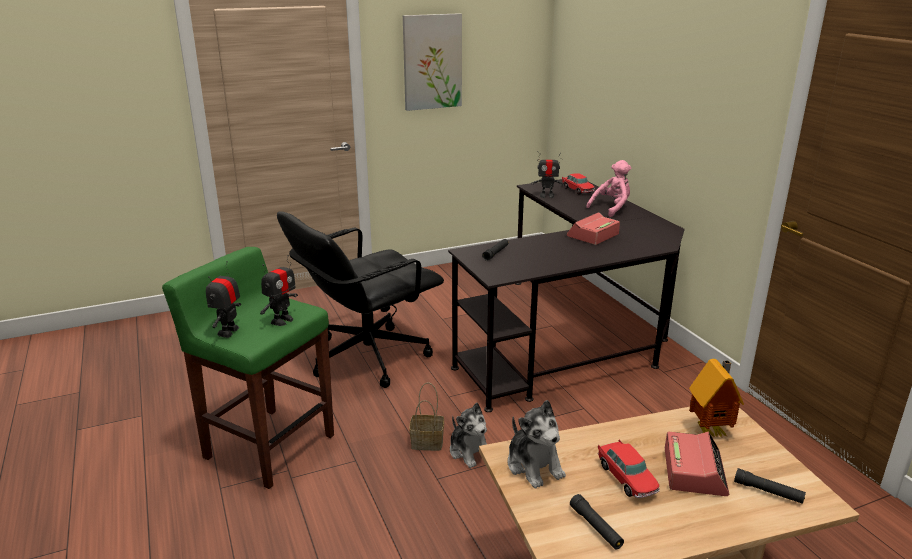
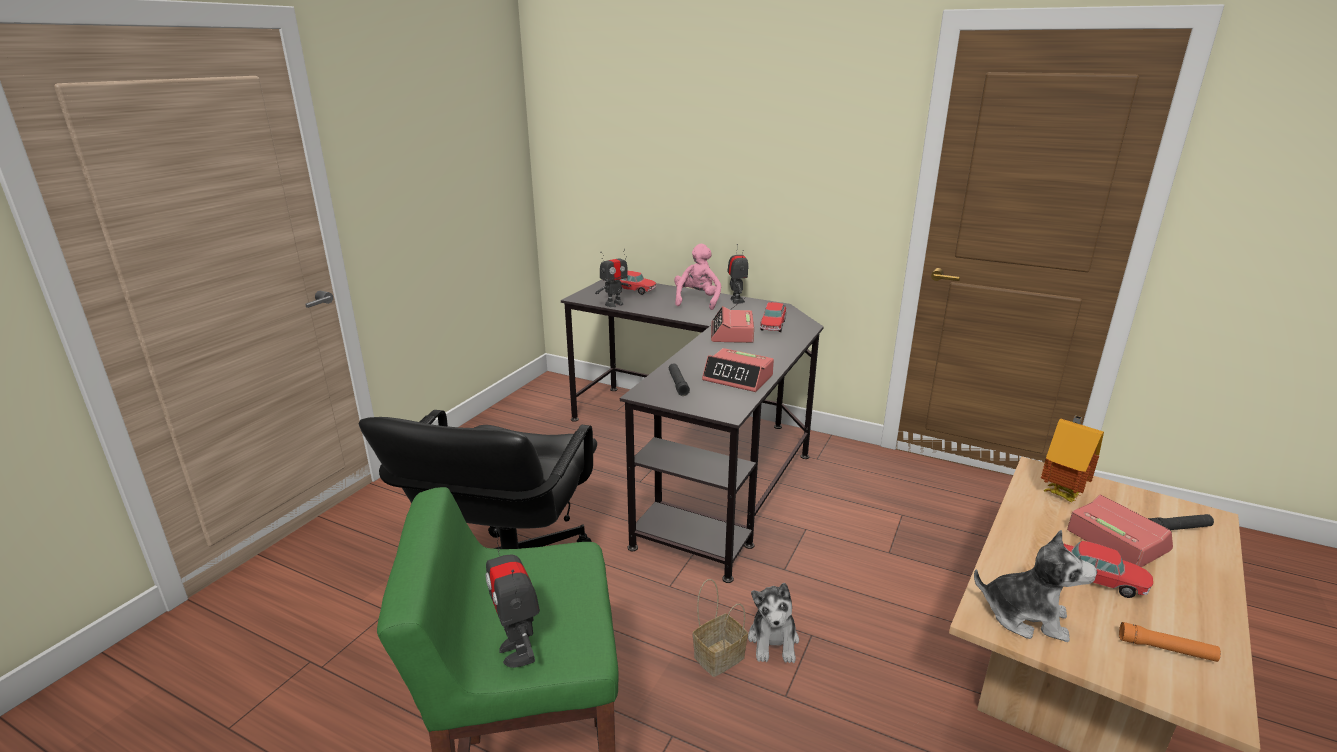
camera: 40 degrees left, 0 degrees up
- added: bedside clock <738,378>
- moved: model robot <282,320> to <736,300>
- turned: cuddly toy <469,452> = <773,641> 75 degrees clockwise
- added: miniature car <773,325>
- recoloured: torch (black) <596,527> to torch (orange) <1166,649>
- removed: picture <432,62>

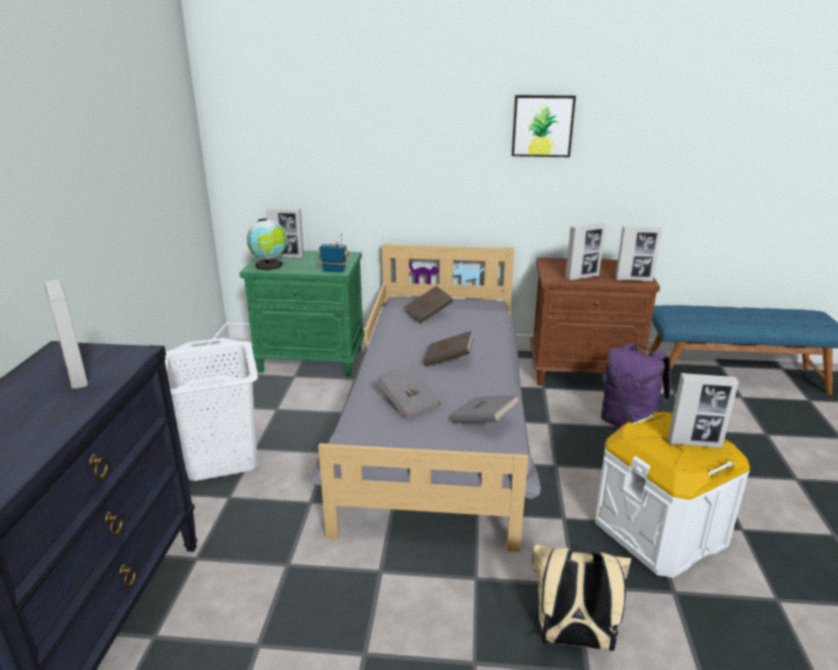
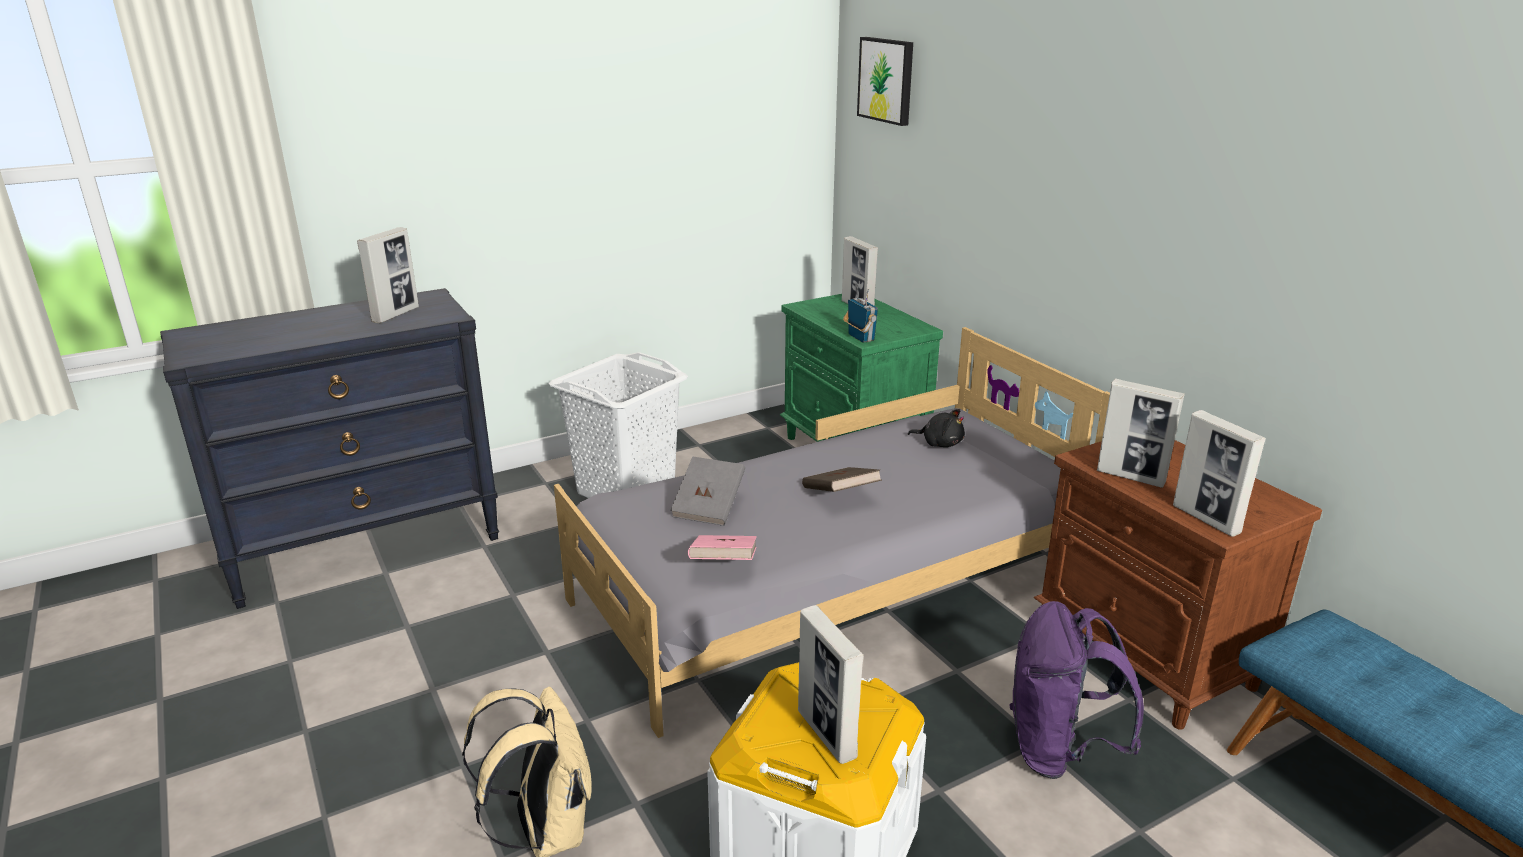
camera: 55 degrees right, 0 degrees up
- recoloured: book (grey) <484,422> to book (pink) <723,565>
- moved: picture <542,126> to <887,80>
- replaced: book (brown-coloured) <428,314> to cuddly toy (black) <939,443>
- removed: globe <269,265>

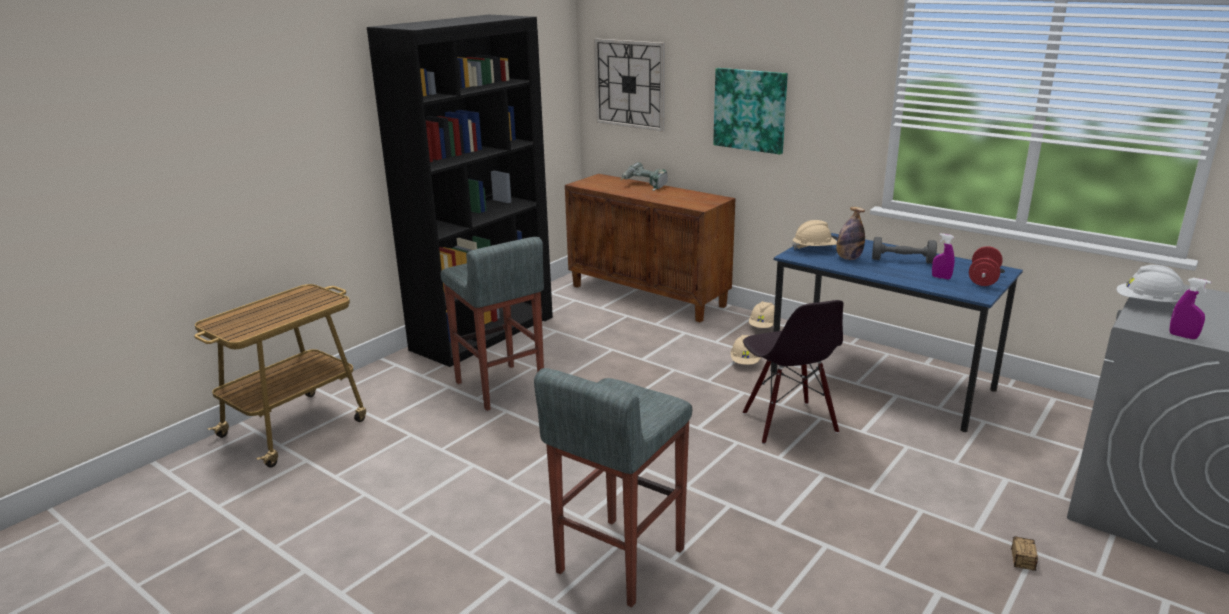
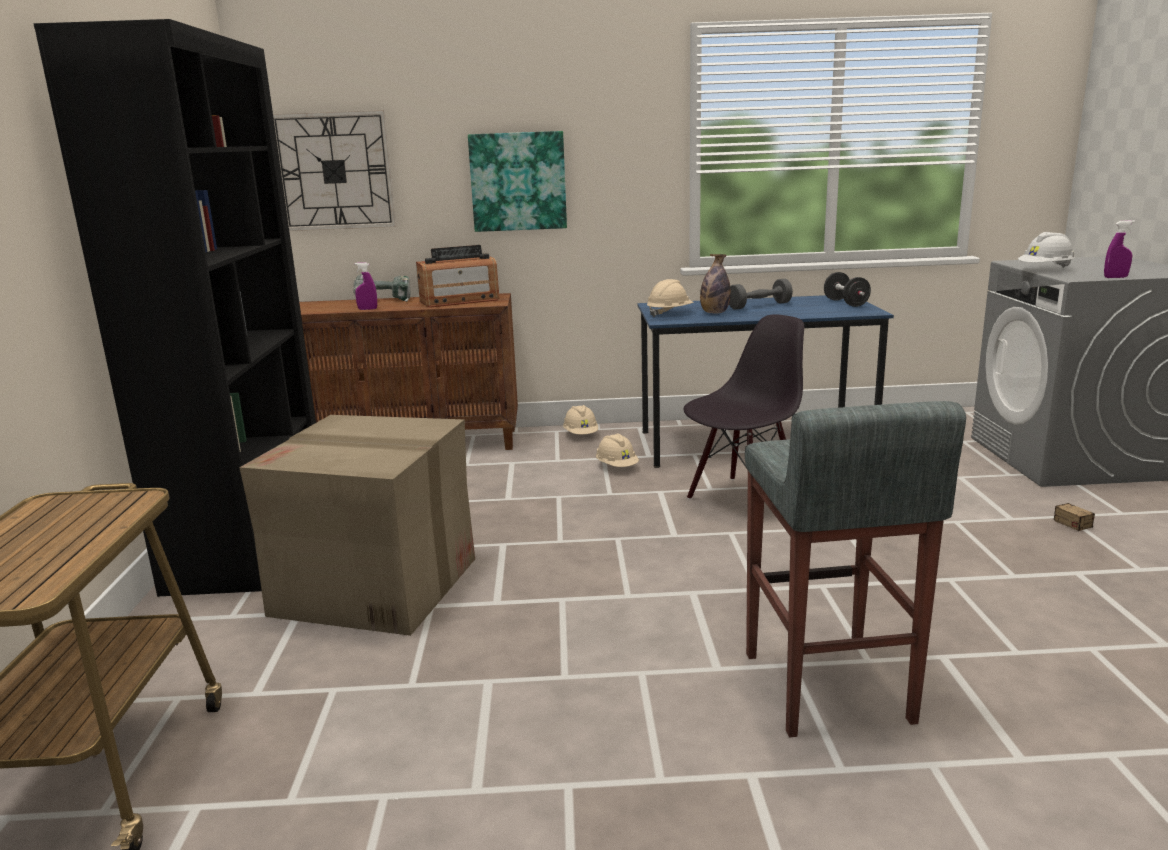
camera: 40 degrees left, 5 degrees down
- replaced: stool (grey) <499,387> to packing box <377,586>
- moved: sprayer (purplish) <941,277> to <367,309>
- added: radio receiver <459,301>
- turned: chair (black) <788,423> = <743,500> 75 degrees counterclockwise
- recoloured: free weight (red-coloured) <983,279> to free weight (black) <845,303>

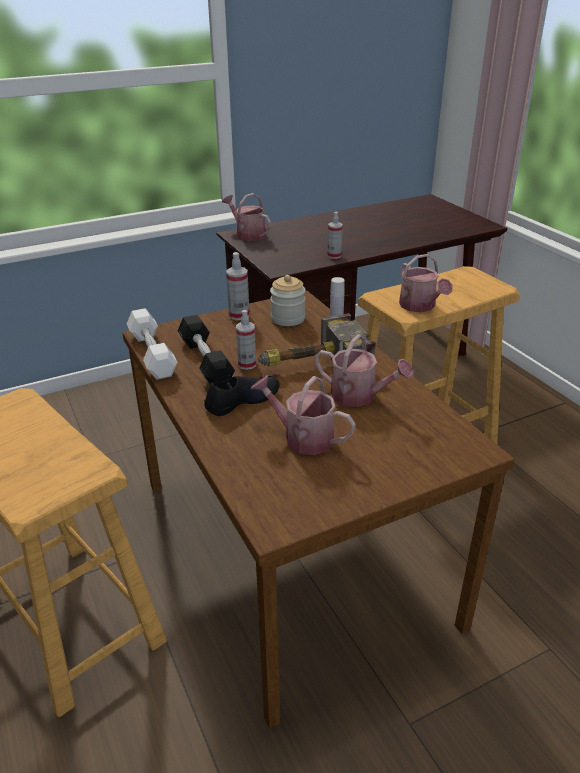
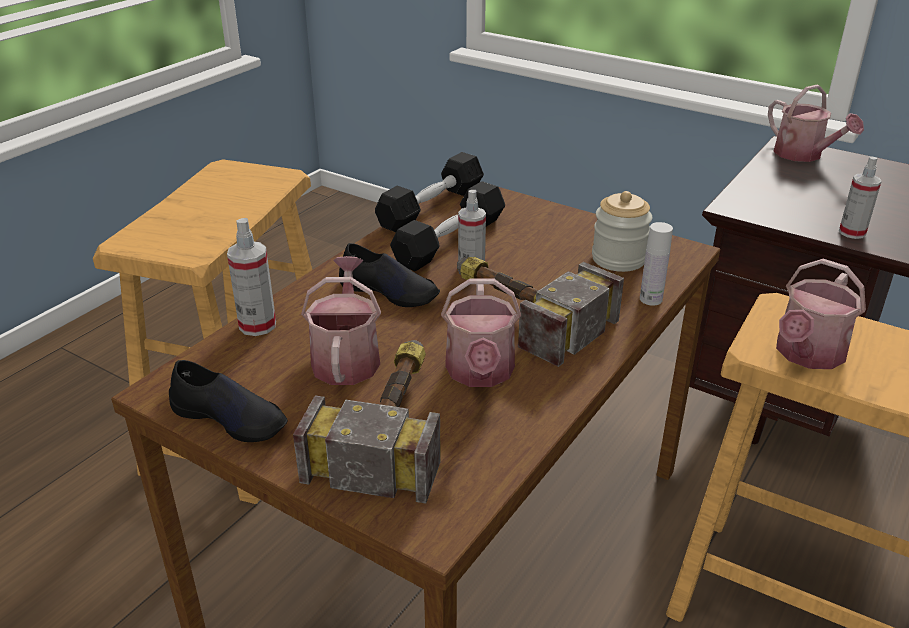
camera: 60 degrees right, 0 degrees up
- added: low shoe (black) <230,418>
- moved: sprayer <239,315> to <257,325>
- added: tool hammer <391,423>
- recoloured: free weight (white-coloured) <152,354> to free weight (black) <431,207>
- turned: watering can <248,234> = <803,155> 135 degrees clockwise

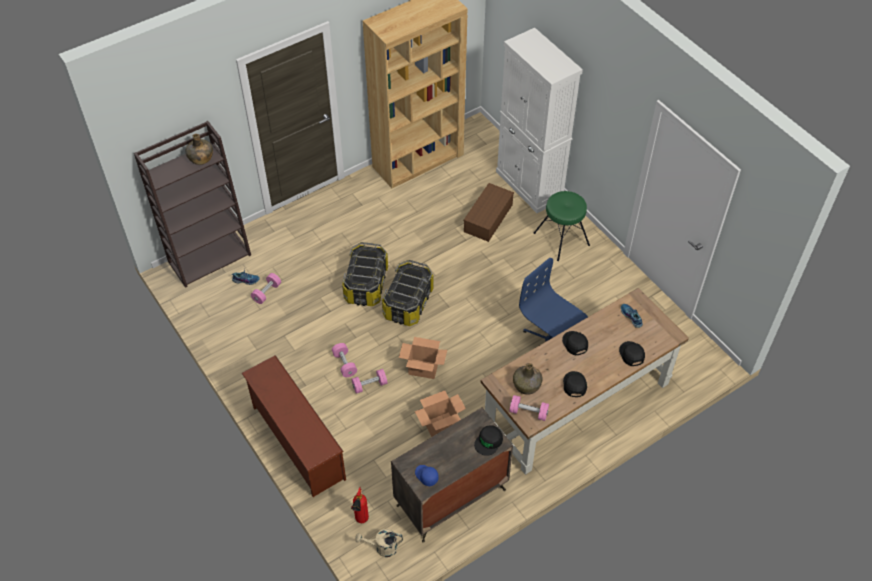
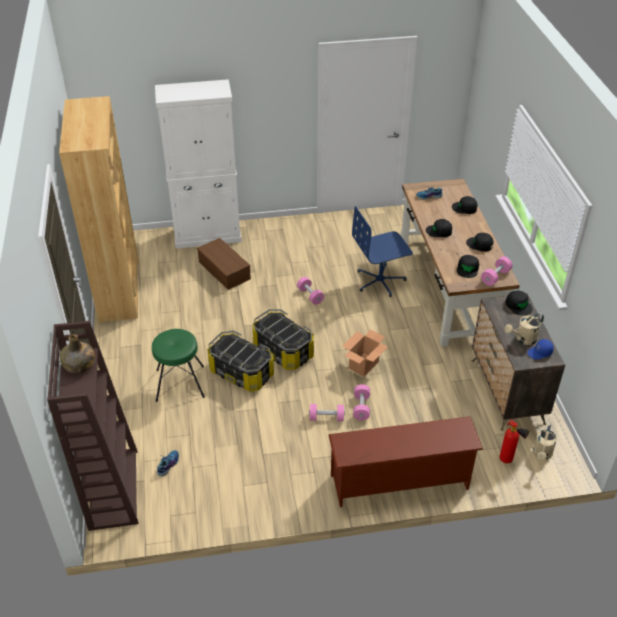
camera: 65 degrees left, 10 degrees down
- moved: stool (green) <561,238> to <180,383>
- moved: free weight (pink) <267,292> to <310,295>
- replaced: beverage bottle (green) <527,385> to cap (black) <467,269>
- added: watering can (sand-coloured) <523,339>
- removed: packing box <440,425>

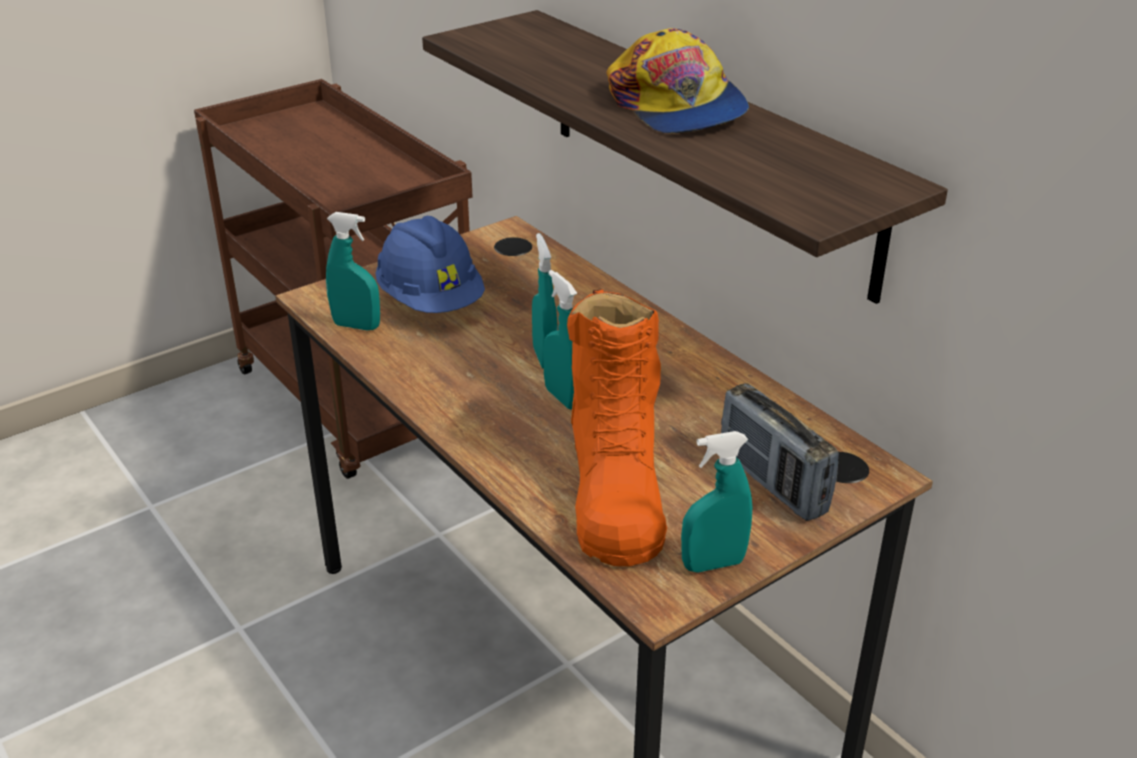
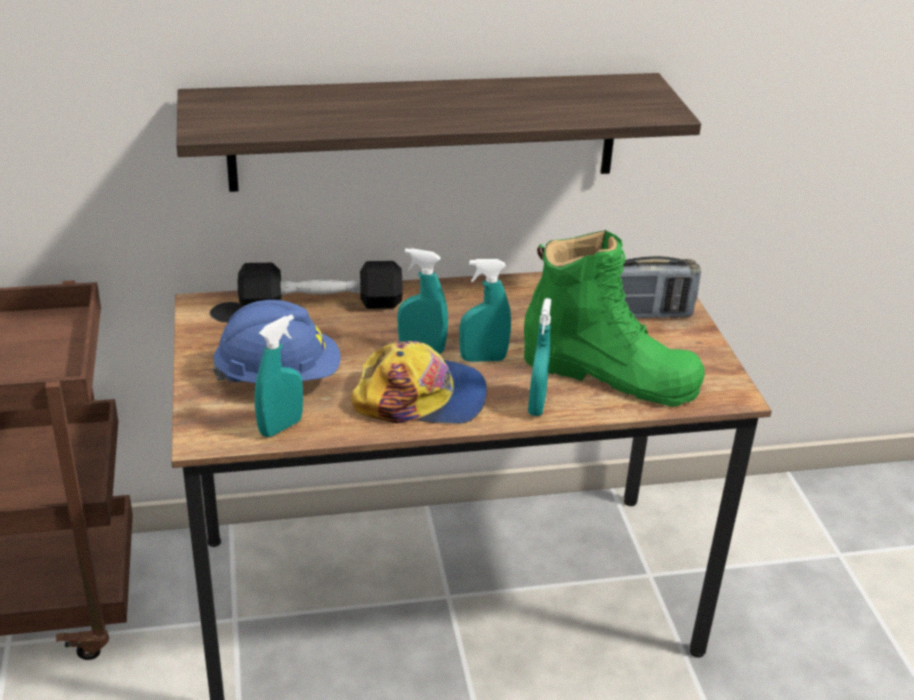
camera: 65 degrees left, 0 degrees up
- added: free weight (black) <321,303>
- moved: cap <677,106> to <421,397>
- recoloured: boot (orange) <614,489> to boot (green) <610,373>
- moved: sprayer (turquoise-coloured) <713,564> to <537,405>

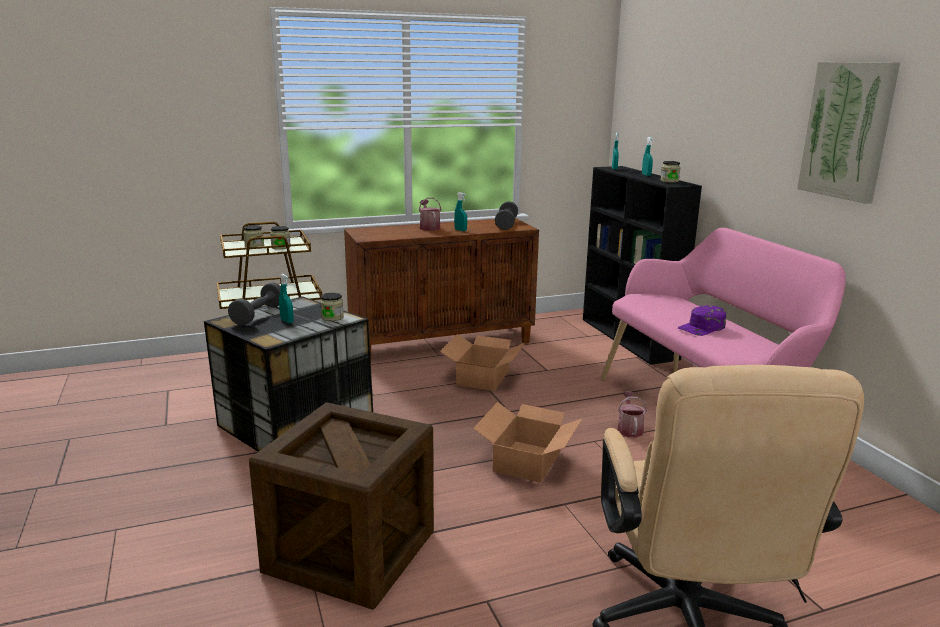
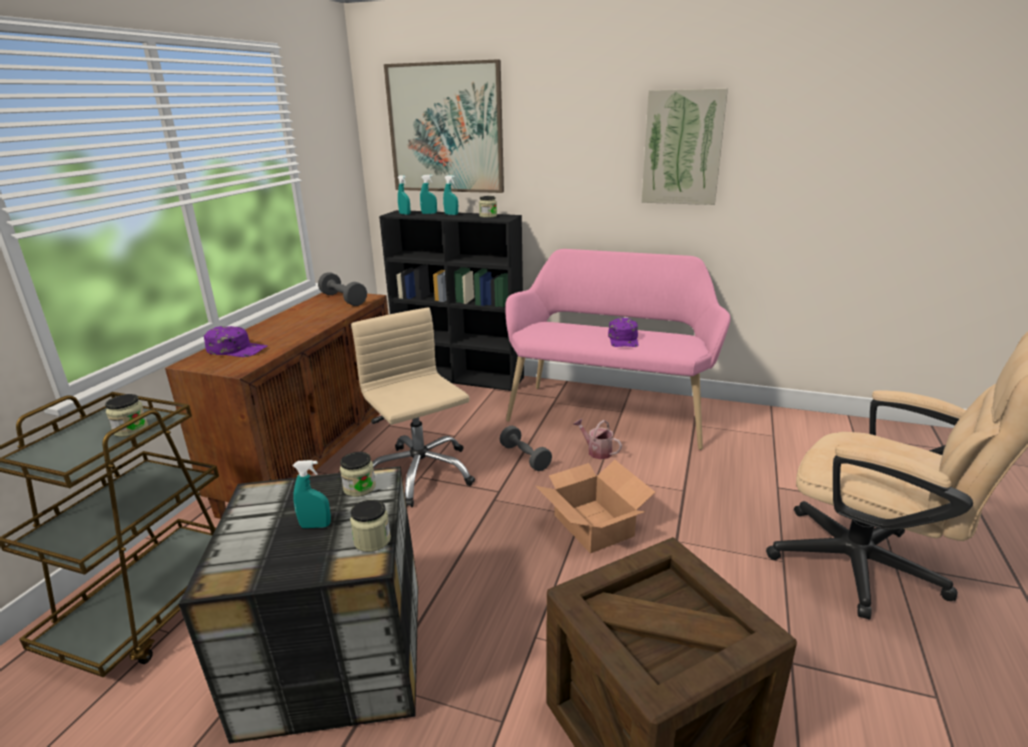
camera: 50 degrees left, 5 degrees up
- added: cap (purplish) <237,349>
- moved: storage jar <254,246> to <372,540>
- replaced: packing box <483,377> to desk chair (sand-coloured) <420,473>
- added: picture <445,128>
- moved: sprayer (turquoise-coloured) <460,230> to <429,213>
- moved: free weight (grey) <258,315> to <525,457>
- removed: watering can <429,227>

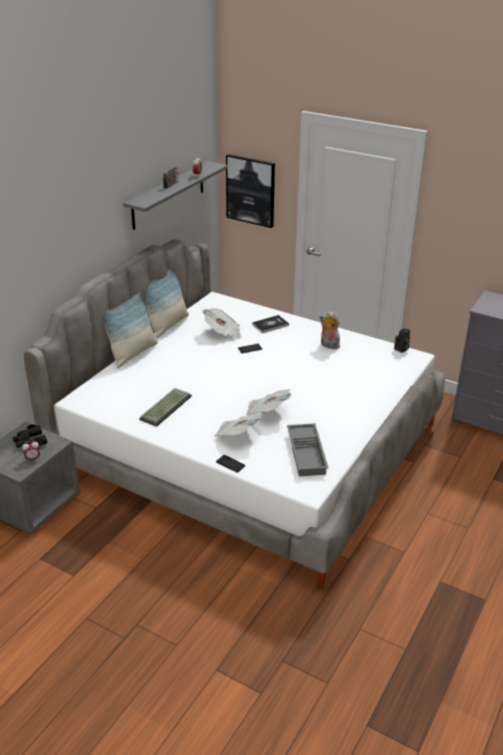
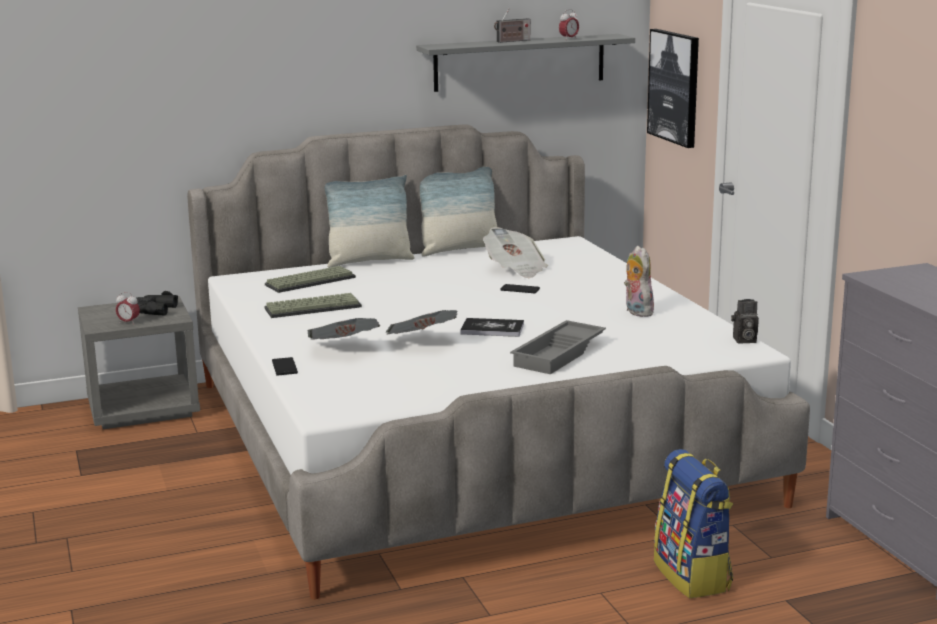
camera: 40 degrees right, 15 degrees down
- added: PC keyboard <310,281>
- moved: book <270,324> to <492,329>
- moved: carrying tray (grey) <307,453> to <559,354>
- added: knapsack <693,576>

